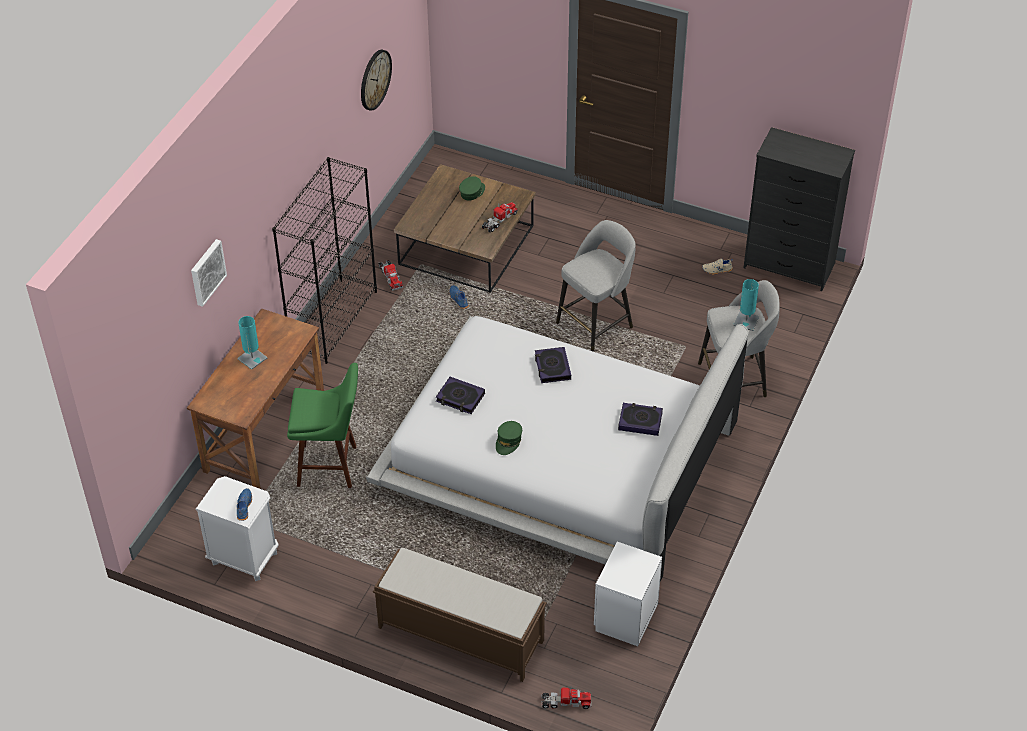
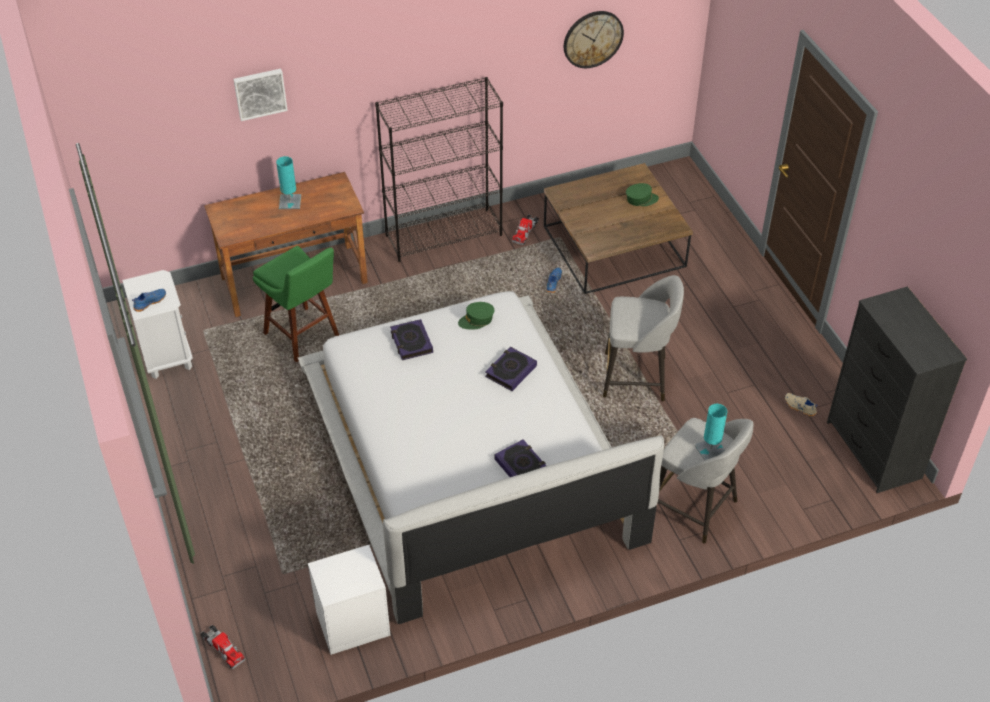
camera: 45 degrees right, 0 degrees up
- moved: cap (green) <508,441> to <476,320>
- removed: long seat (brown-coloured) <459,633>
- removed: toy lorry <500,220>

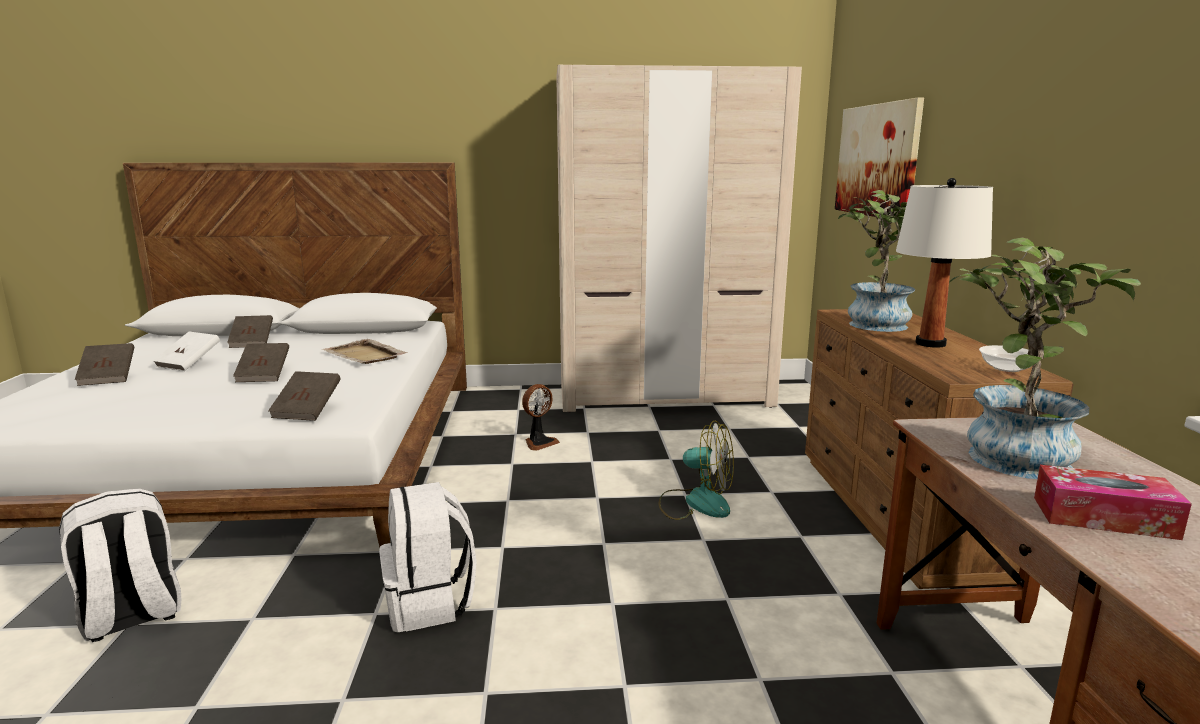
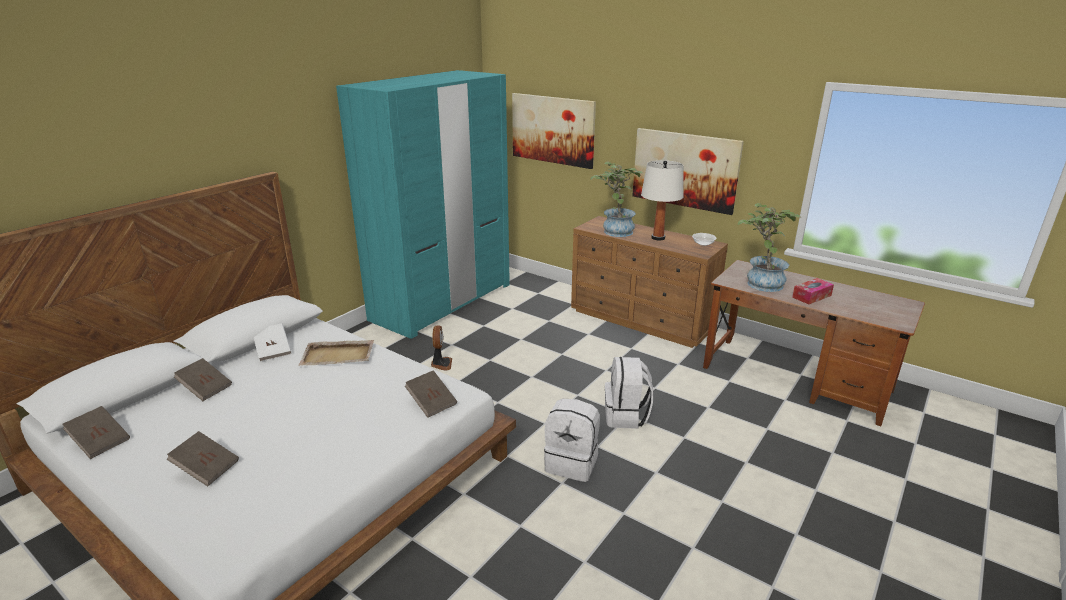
camera: 50 degrees left, 10 degrees up
- moved: book (brown-coloured) <264,375> to <100,441>
- moved: book (white-coloured) <189,363> to <273,350>
- recoloured: wardrobe (sand-coloured) <664,395> to wardrobe (turquoise-coloured) <442,302>
- moved: knapsack (white-coloured) <131,616> to <626,416>
- added: picture <685,170>
- removed: electric fan <696,503>

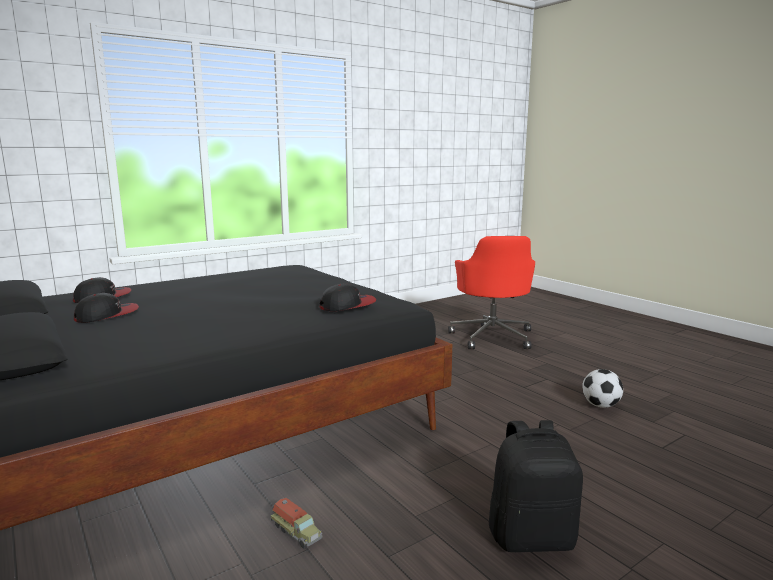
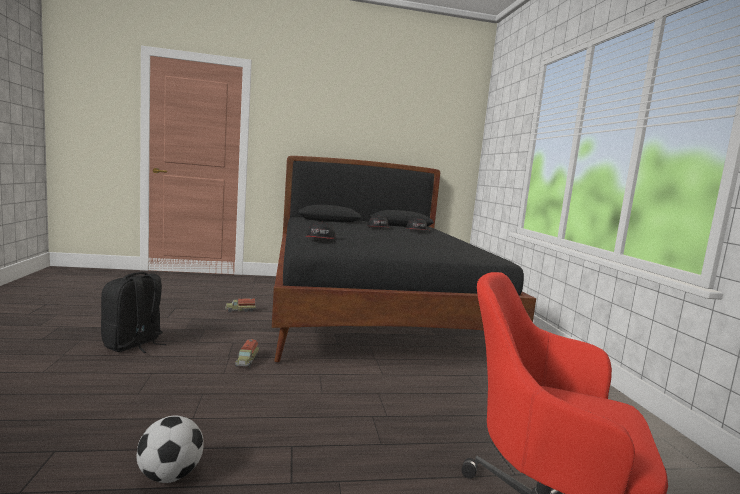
camera: 115 degrees right, 5 degrees down
- added: toy lorry <246,360>

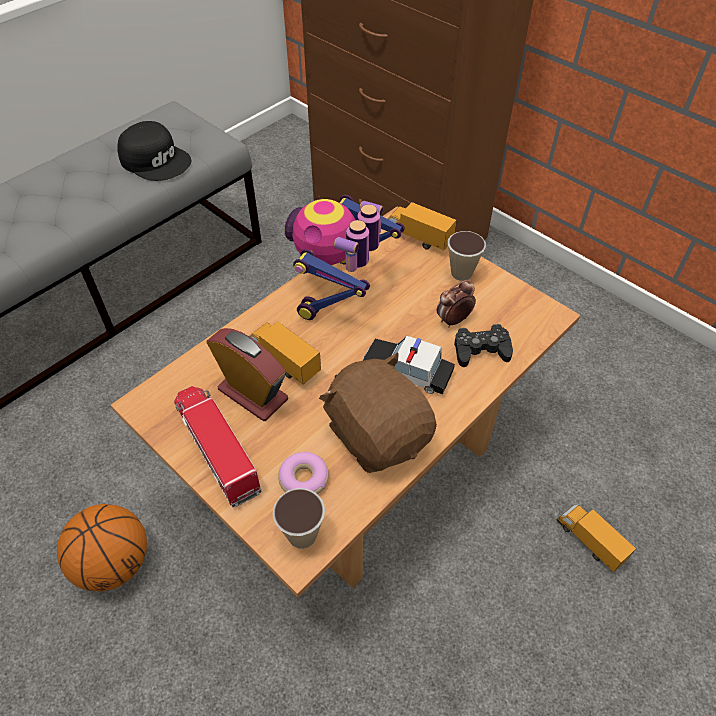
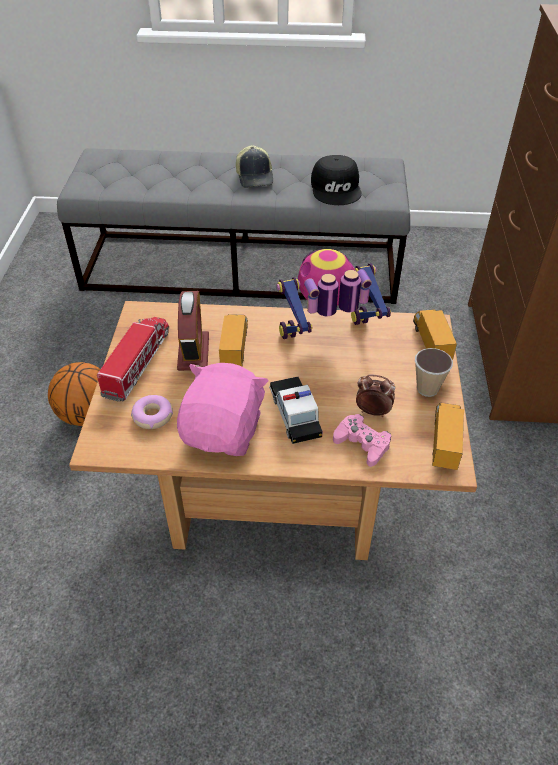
camera: 50 degrees right, 5 degrees down
- recoloured: cuddly toy (brown-coloured) <378,434> to cuddly toy (pink) <224,431>
- added: cap <255,177>
- recoloured: joypad (black) <481,350> to joypad (pink) <362,443>
- moved: toy lorry <589,542> to <444,444>
- removed: cup <302,535>

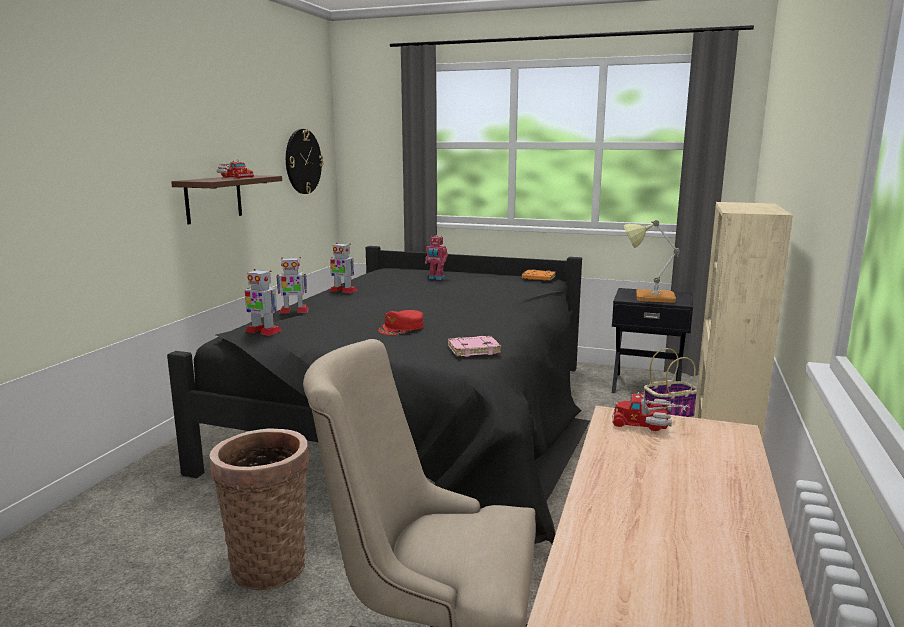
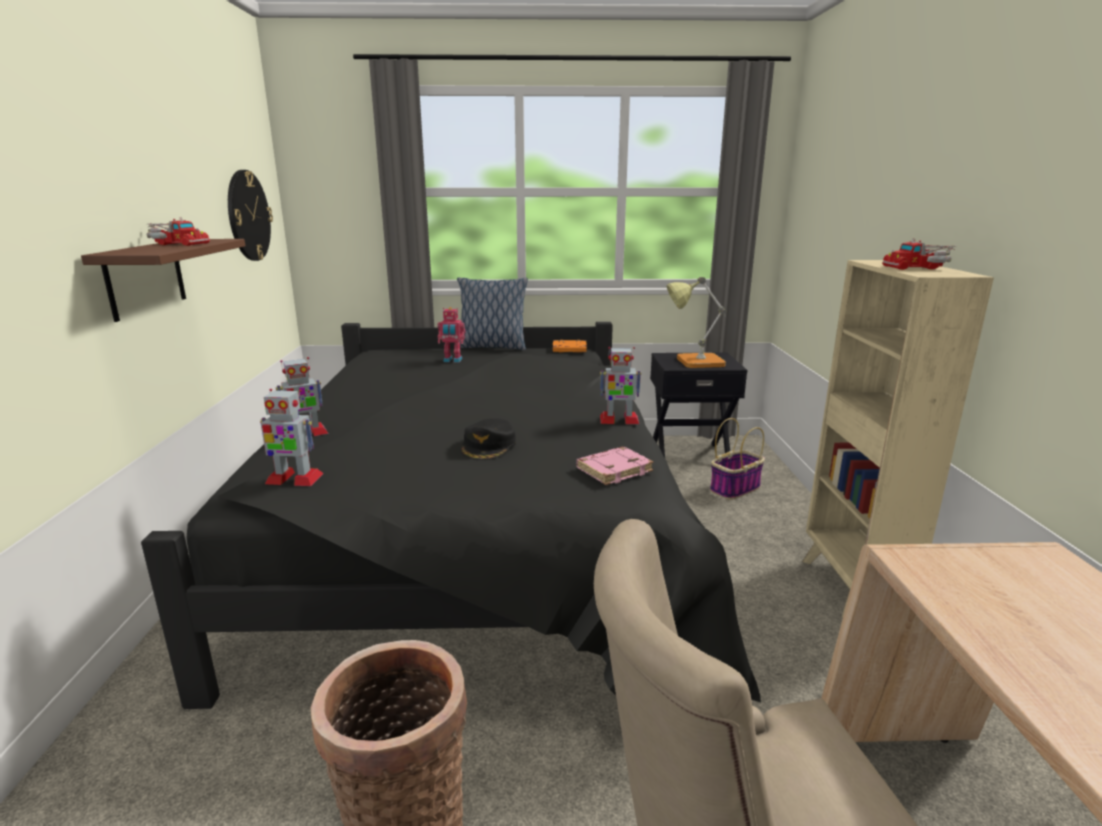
camera: 20 degrees left, 5 degrees up
- added: cushion <491,347>
- recoloured: cap (red-coloured) <402,328> to cap (black) <489,446>
- moved: model robot <343,290> to <618,420>
- moved: toy lorry <649,423> to <919,267>

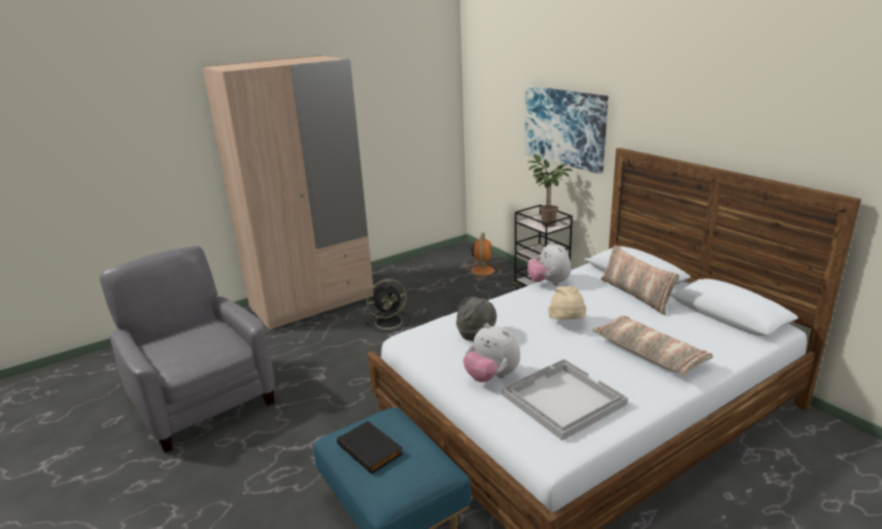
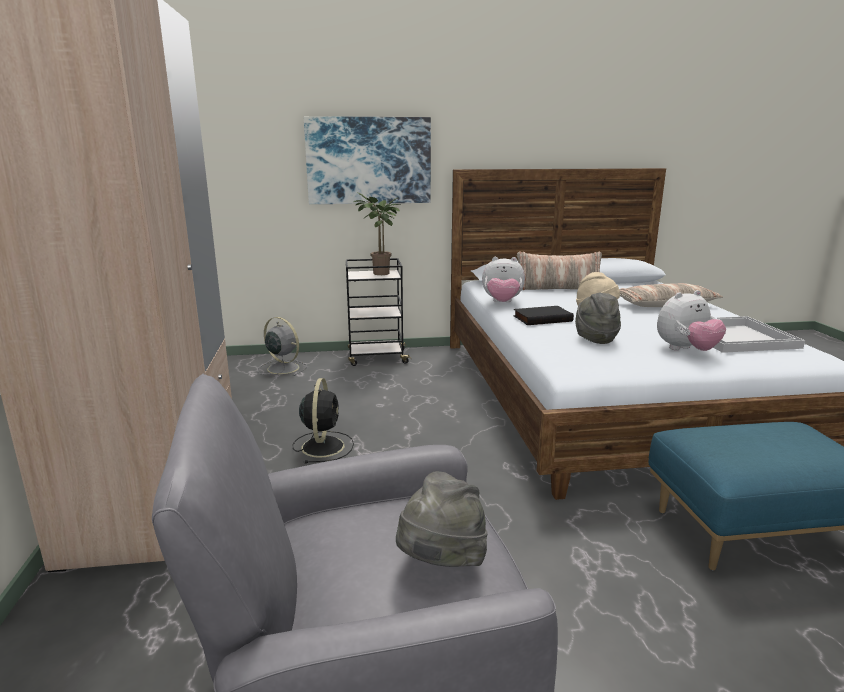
camera: 65 degrees left, 5 degrees down
- recoloured: electric fan (orange) <483,270> to electric fan (grey) <282,368>
- added: hat (grey) <441,563>
- moved: book (black) <371,449> to <542,318>

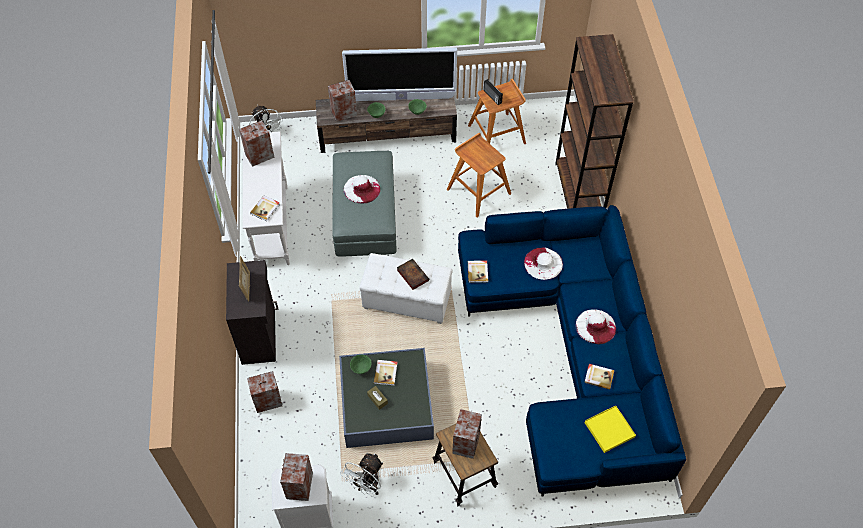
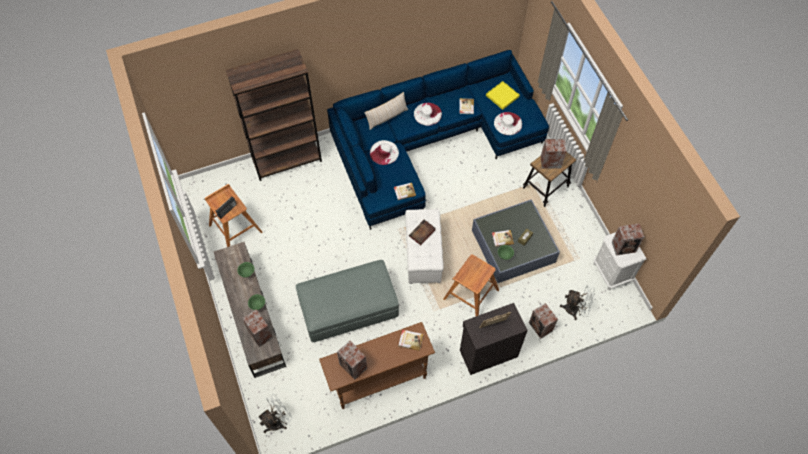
camera: 105 degrees left, 5 degrees up
- recoloured: hall table (white-coloured) <272,226> to hall table (brown-coloured) <379,380>
- added: cushion (sand-coloured) <387,117>
- moved: stool (brown-coloured) <478,191> to <470,295>
- moved: hat (white-coloured) <362,189> to <508,123>
- moved: electric fan (white-coloured) <367,485> to <575,310>
- removed: TV set <401,98>

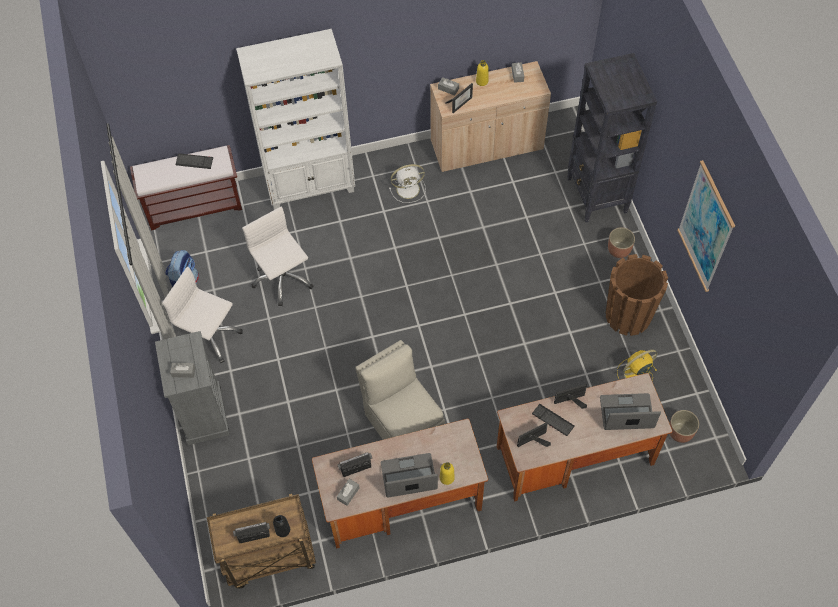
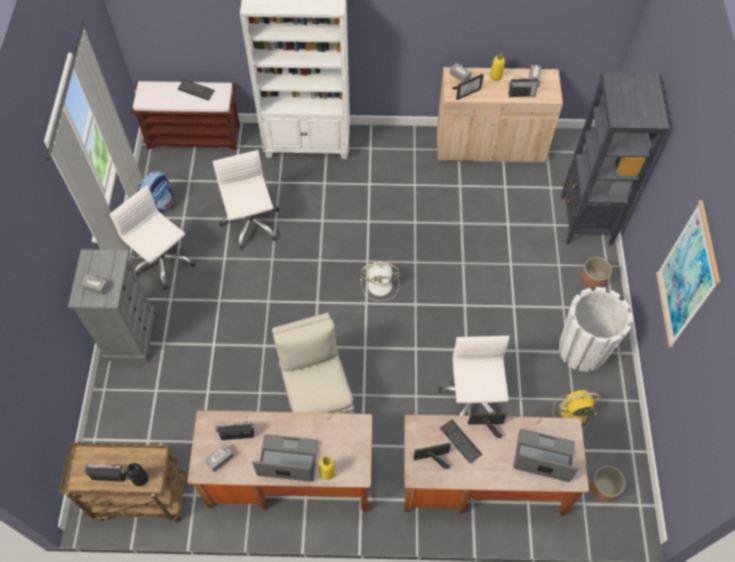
camera: 15 degrees right, 0 degrees up
- moved: electric fan (white-coloured) <409,189> to <381,285>
- added: desk chair (white-coloured) <473,399>
- added: radio receiver <521,94>
- recoloured: flower pot (brown-coloured) <628,316> to flower pot (white-coloured) <582,350>

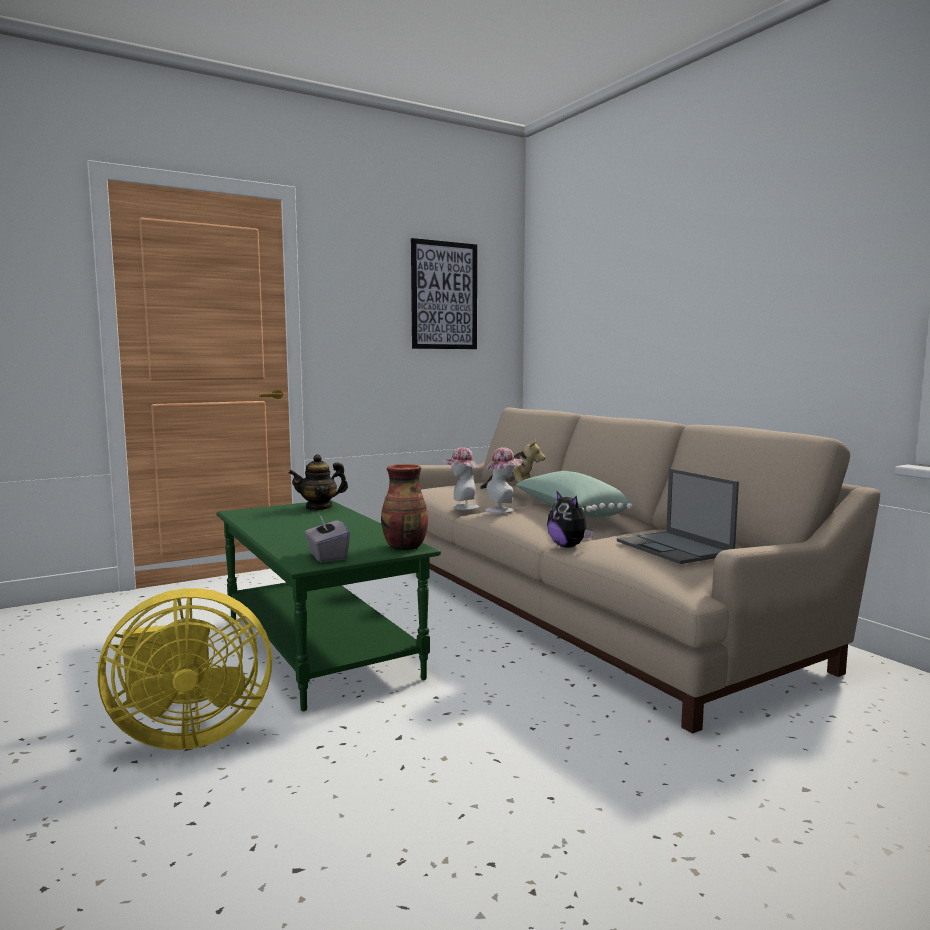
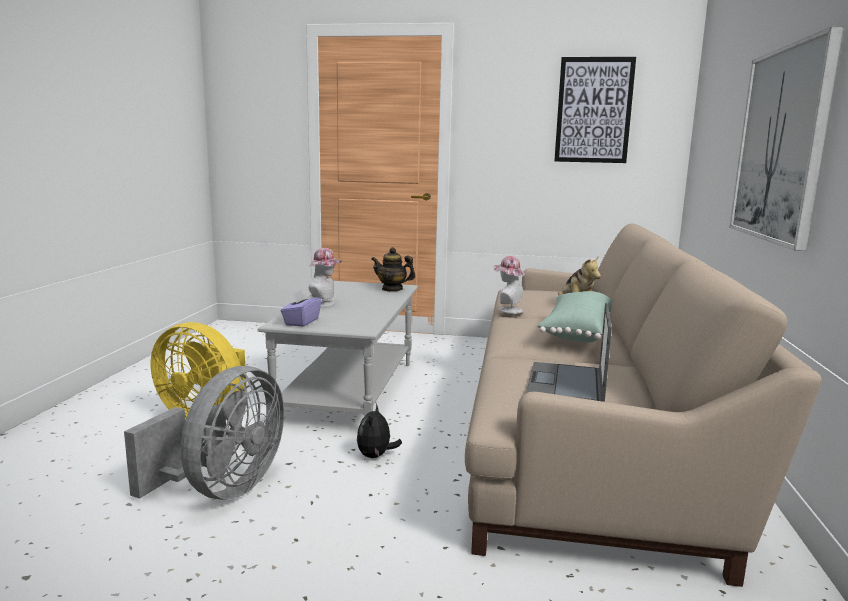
camera: 40 degrees right, 5 degrees up
- added: electric fan (grey) <222,489>
- recoloured: lounge table (green) <320,646> to lounge table (grey) <350,392>
- recoloured: tissue holder (grey) <327,556> to tissue holder (purplish) <301,322>
- moved: hat <502,510> to <324,304>
- moved: cuddly toy <568,546> to <376,456>
- added: picture <781,145>
- removed: vase <405,547>

